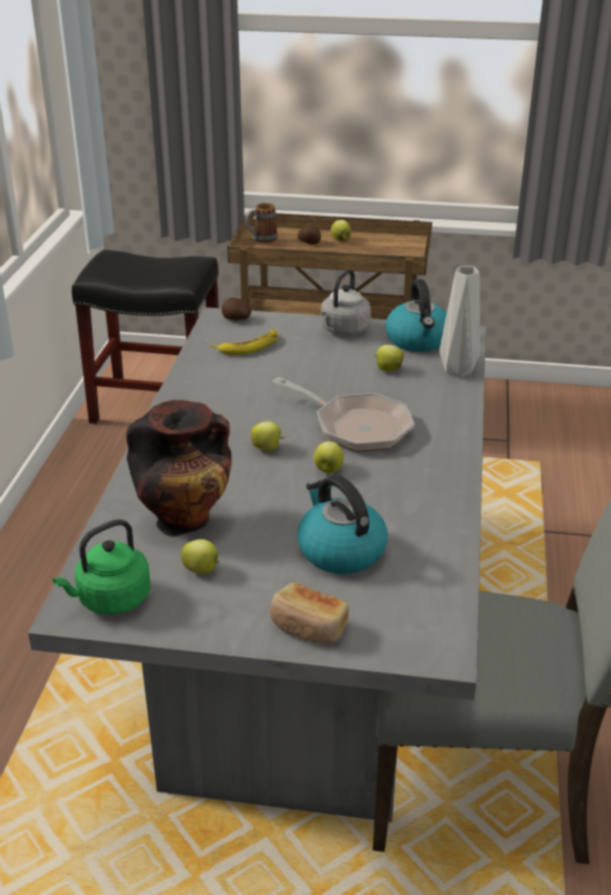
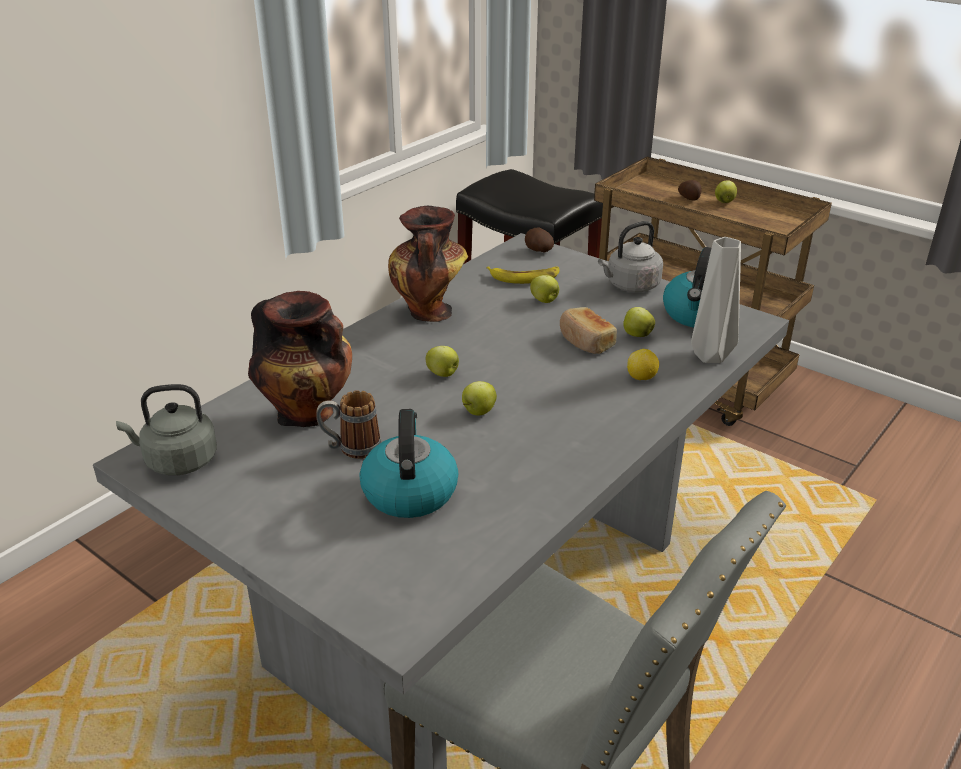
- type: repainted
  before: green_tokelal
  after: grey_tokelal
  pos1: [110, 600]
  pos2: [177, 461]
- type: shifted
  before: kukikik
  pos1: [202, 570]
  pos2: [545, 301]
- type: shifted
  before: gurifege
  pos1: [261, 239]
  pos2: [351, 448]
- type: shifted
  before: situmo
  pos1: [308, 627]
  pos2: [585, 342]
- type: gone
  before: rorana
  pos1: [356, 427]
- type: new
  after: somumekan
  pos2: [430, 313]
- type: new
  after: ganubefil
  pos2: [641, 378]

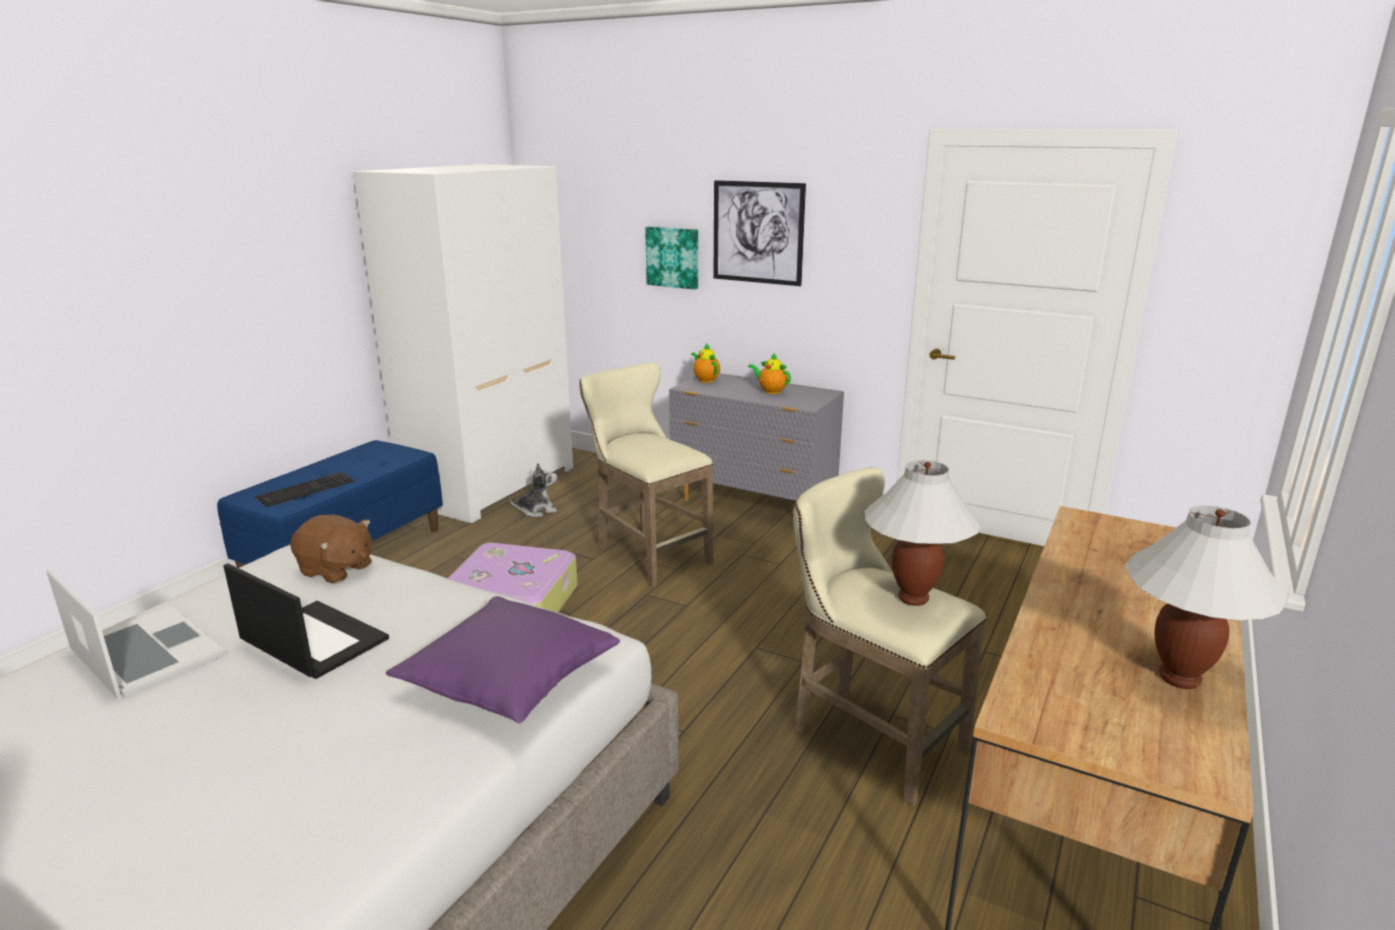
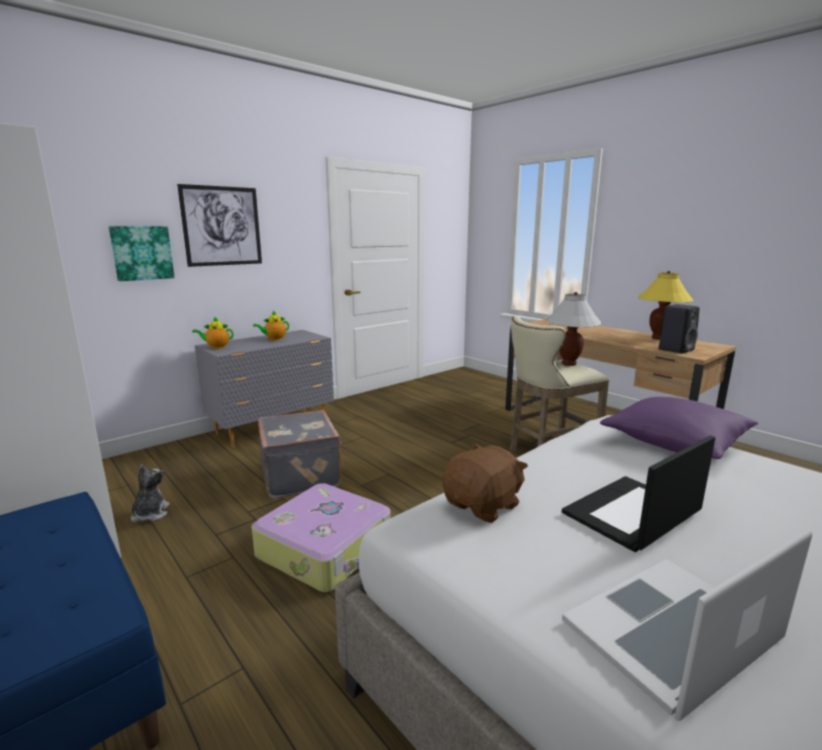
- type: gone
  before: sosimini
  pos1: [306, 489]
- type: swapped
  before: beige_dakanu
  after: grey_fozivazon
  pos1: [647, 554]
  pos2: [302, 475]
- type: repainted
  before: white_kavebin
  after: yellow_kavebin
  pos1: [1179, 679]
  pos2: [659, 338]
- type: new
  after: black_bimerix
  pos2: [676, 349]

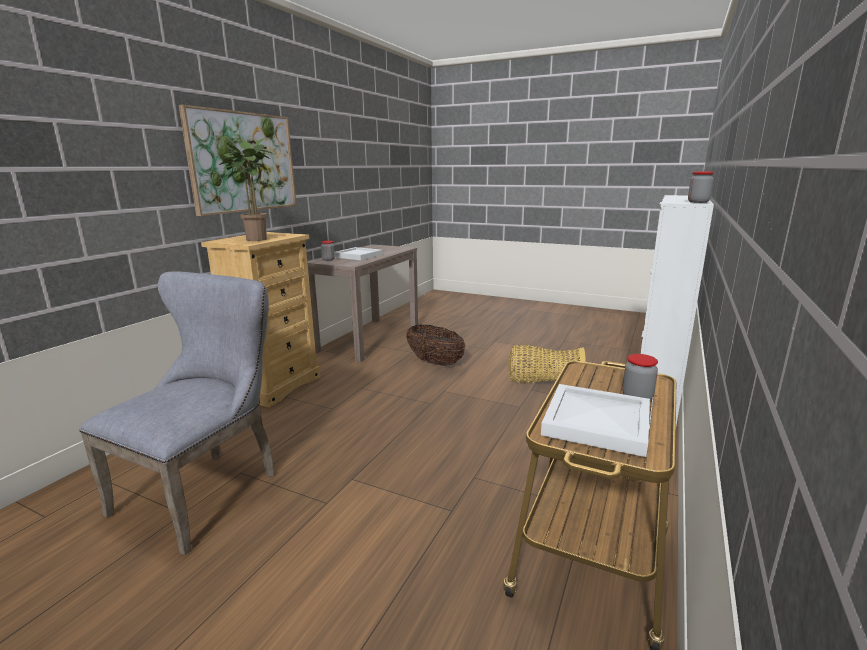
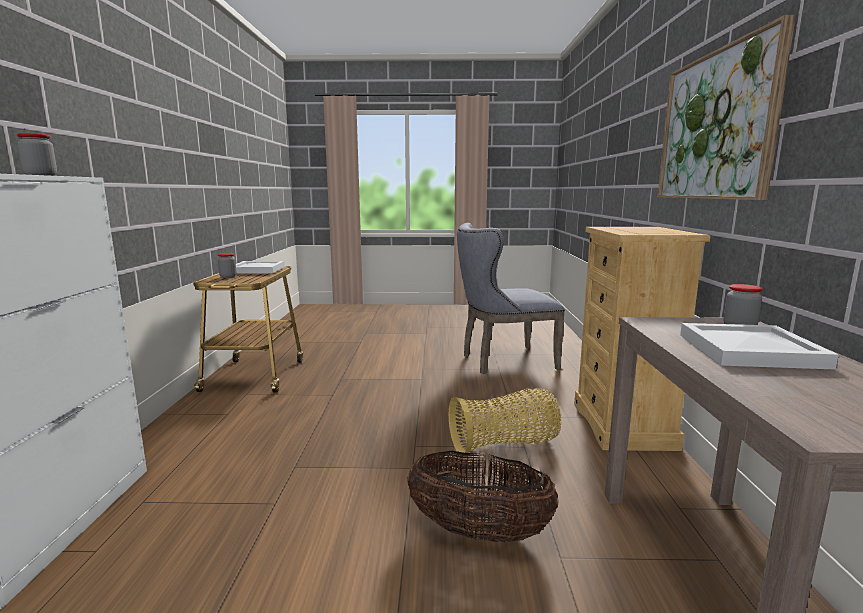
- type: rotated
  before: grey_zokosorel
  pos1: [207, 489]
  pos2: [502, 361]
  turn: 75
- type: gone
  before: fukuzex
  pos1: [255, 239]
- type: shifted
  before: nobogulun
  pos1: [543, 382]
  pos2: [505, 445]

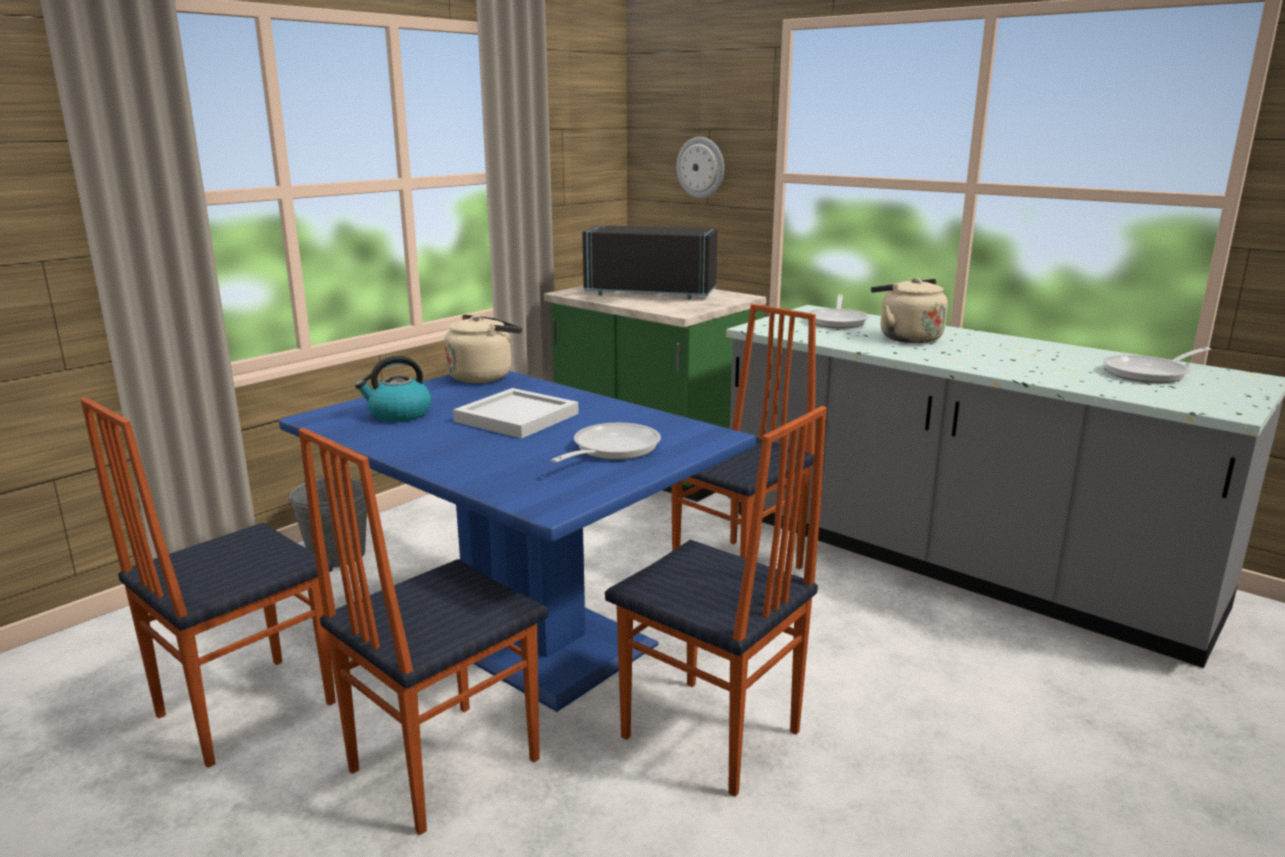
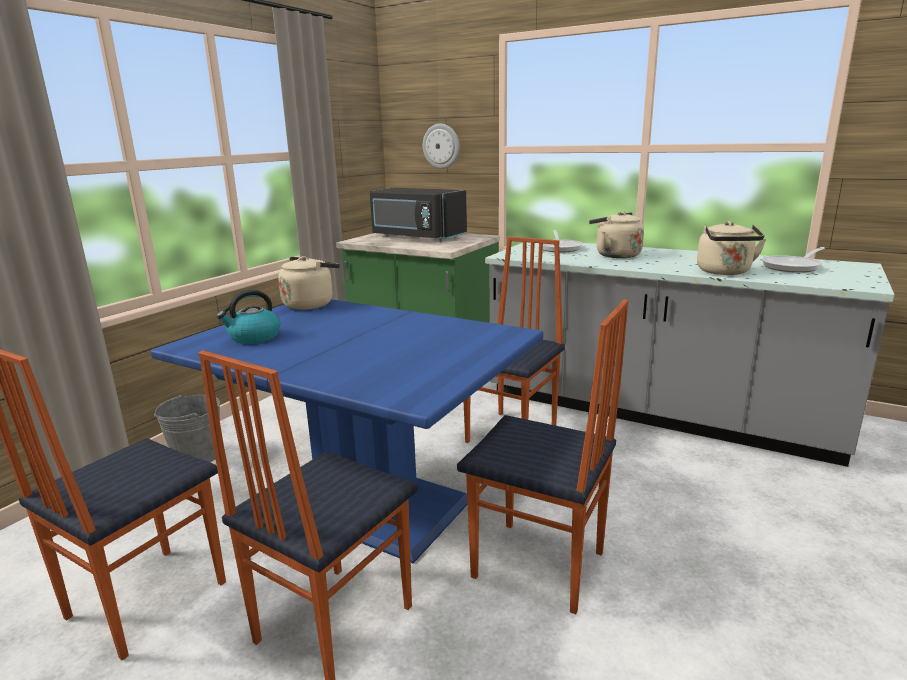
- type: gone
  before: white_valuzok
  pos1: [519, 417]
- type: gone
  before: rorana
  pos1: [611, 450]
- type: rotated
  before: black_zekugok
  pos1: [652, 292]
  pos2: [416, 237]
  turn: -150
- type: new
  after: beige_tokelal
  pos2: [725, 272]

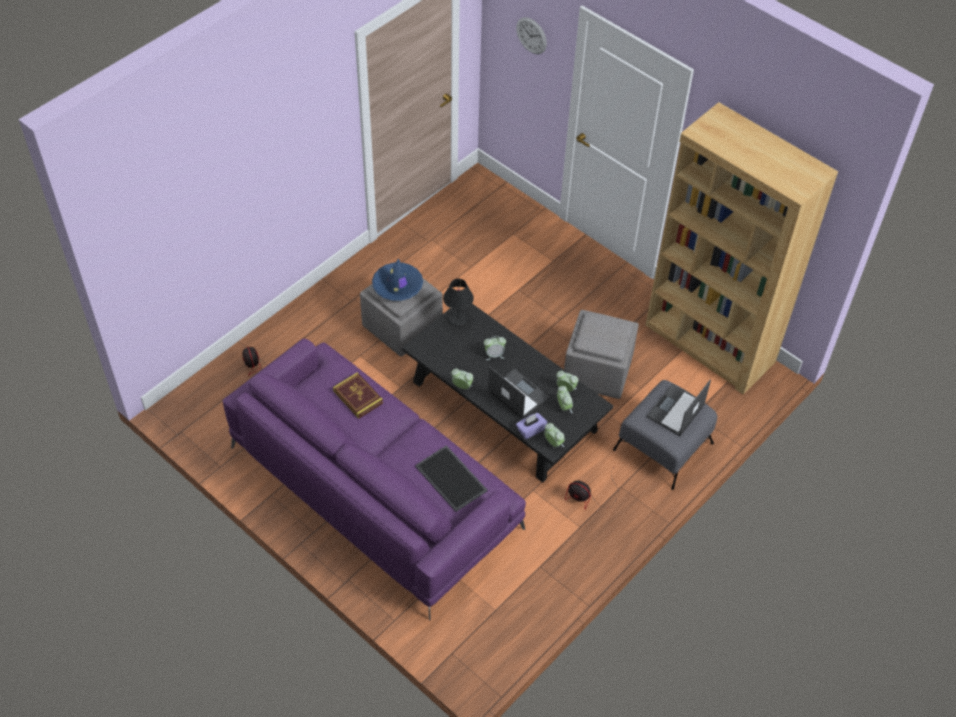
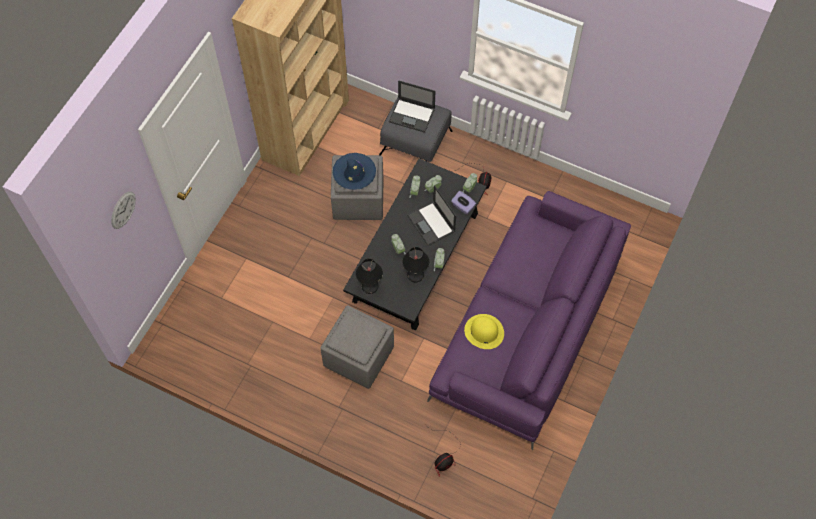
- type: swapped
  before: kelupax
  after: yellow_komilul
  pos1: [358, 397]
  pos2: [484, 331]
- type: shifted
  before: blue_komilul
  pos1: [397, 286]
  pos2: [354, 174]
- type: gone
  before: valuzok
  pos1: [452, 478]
- type: rotated
  before: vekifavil
  pos1: [517, 394]
  pos2: [431, 224]
  turn: -60
- type: new
  after: black_kavebin
  pos2: [415, 275]

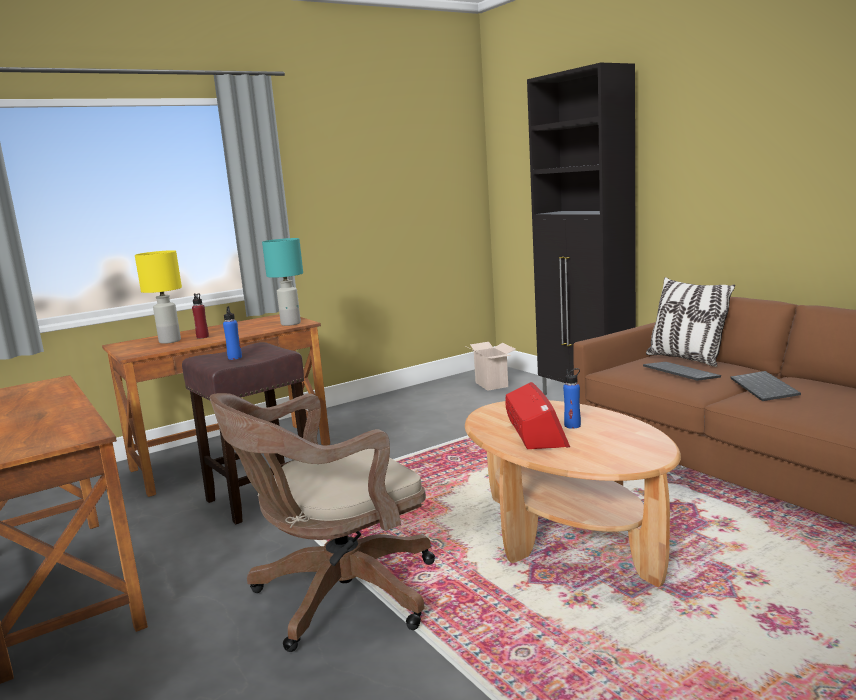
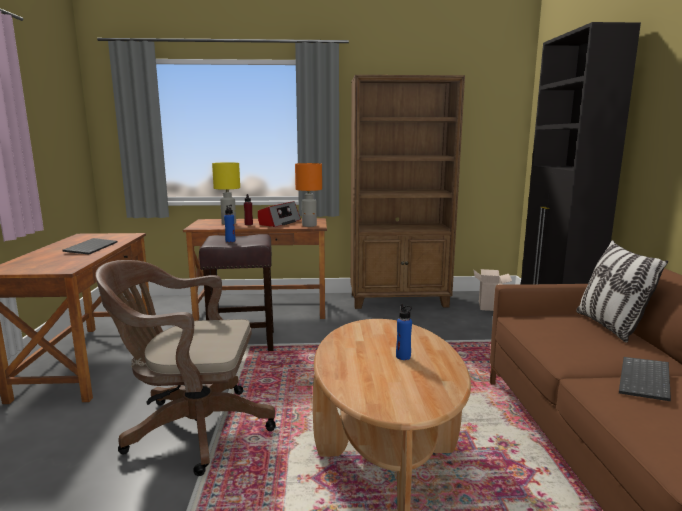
- type: repainted
  before: turquoise_kavebin
  after: orange_kavebin
  pos1: [291, 323]
  pos2: [309, 225]
- type: shifted
  before: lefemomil
  pos1: [535, 432]
  pos2: [279, 222]
- type: shifted
  before: sosimini
  pos1: [678, 373]
  pos2: [91, 247]
- type: new
  after: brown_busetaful
  pos2: [399, 300]

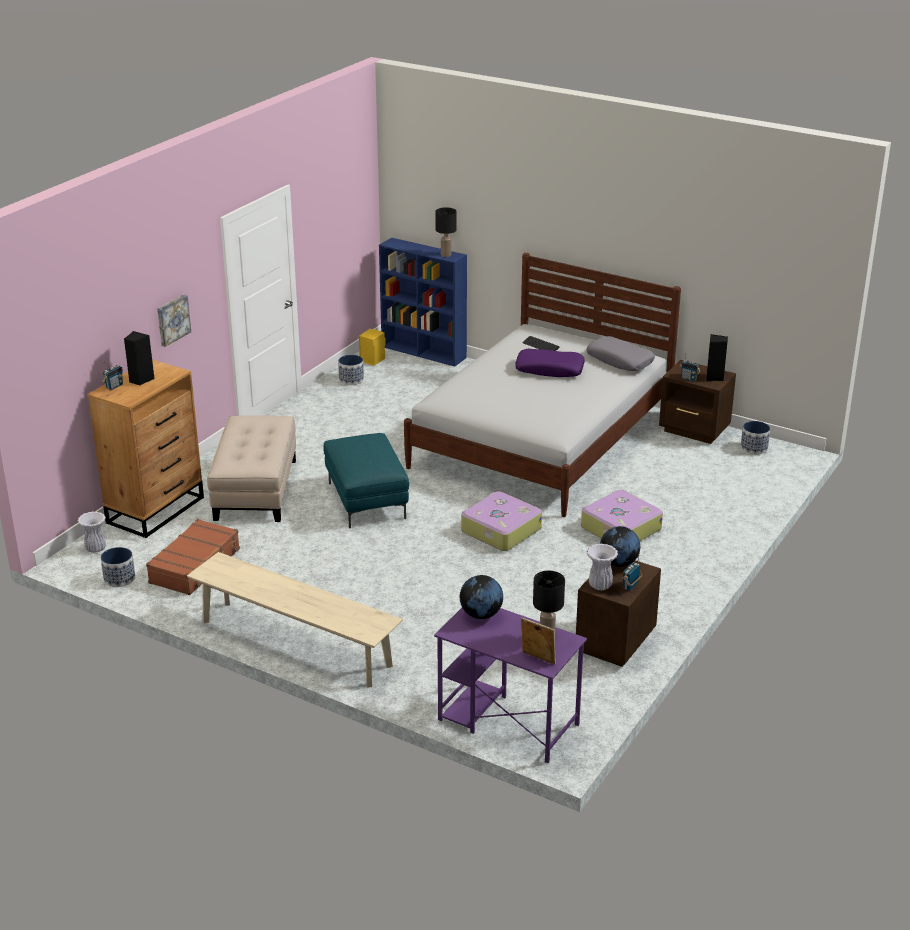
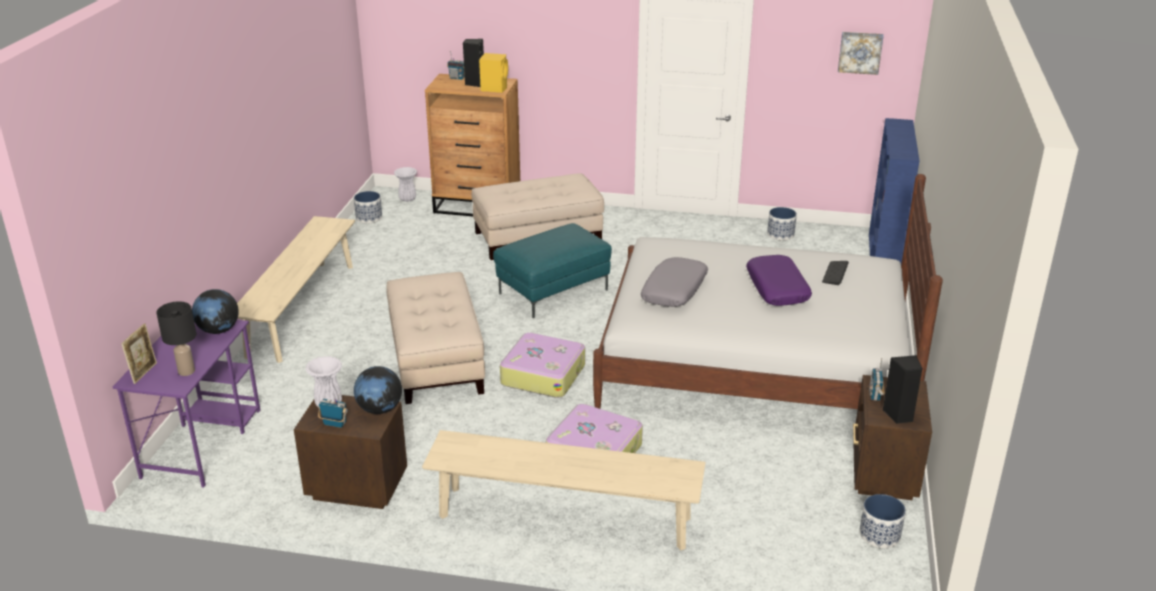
- type: gone
  before: brown_fozivazon
  pos1: [195, 566]
- type: shifted
  before: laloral
  pos1: [172, 319]
  pos2: [860, 52]
- type: shifted
  before: yellow_bimerix
  pos1: [371, 360]
  pos2: [494, 88]
- type: gone
  before: black_kavebin
  pos1: [446, 255]
- type: shifted
  before: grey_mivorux
  pos1: [620, 360]
  pos2: [675, 290]
- type: new
  after: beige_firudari
  pos2: [435, 360]
- type: new
  after: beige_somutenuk
  pos2: [564, 517]

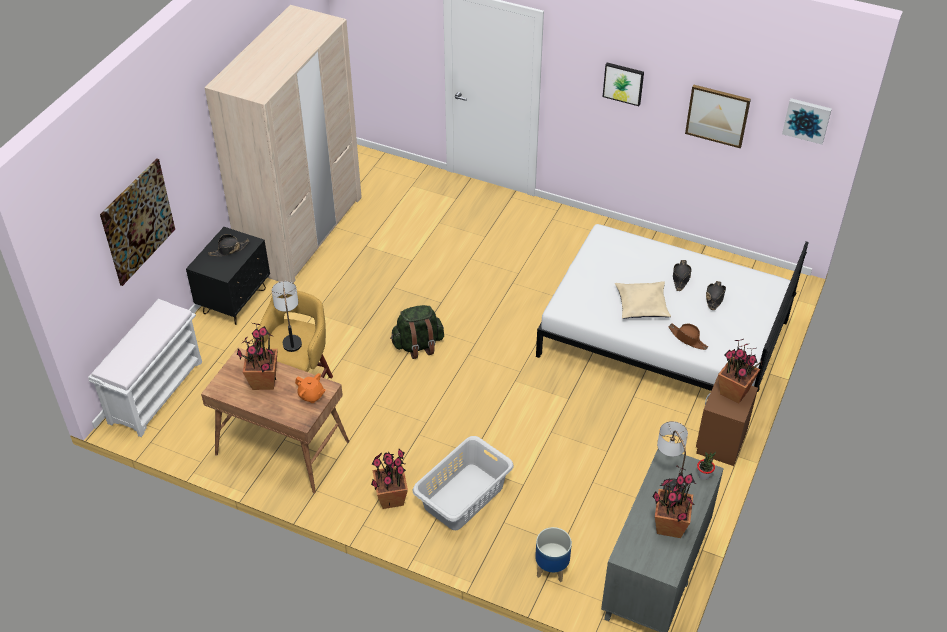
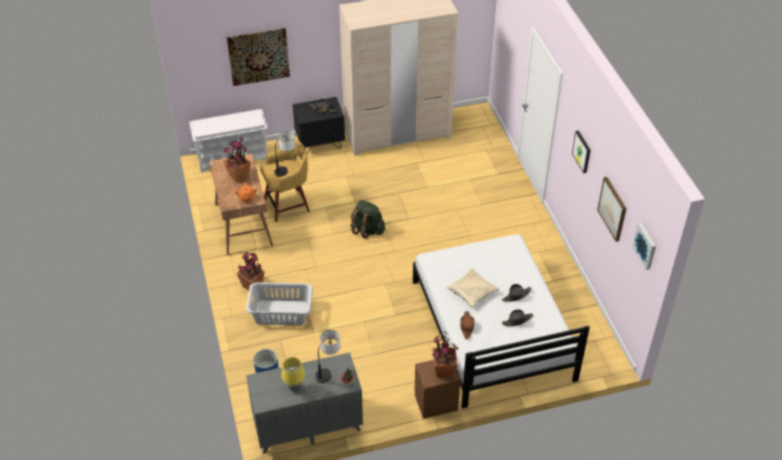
- type: swapped
  before: fukuzex
  after: yellow_kavebin
  pos1: [669, 526]
  pos2: [294, 388]

